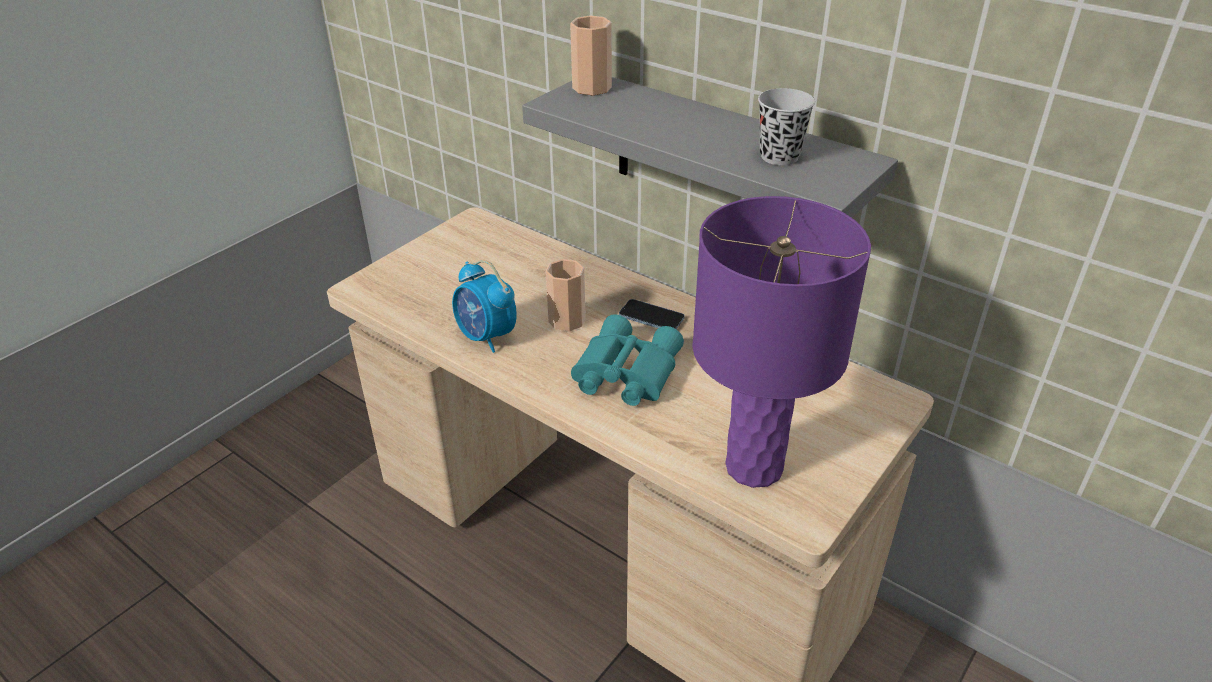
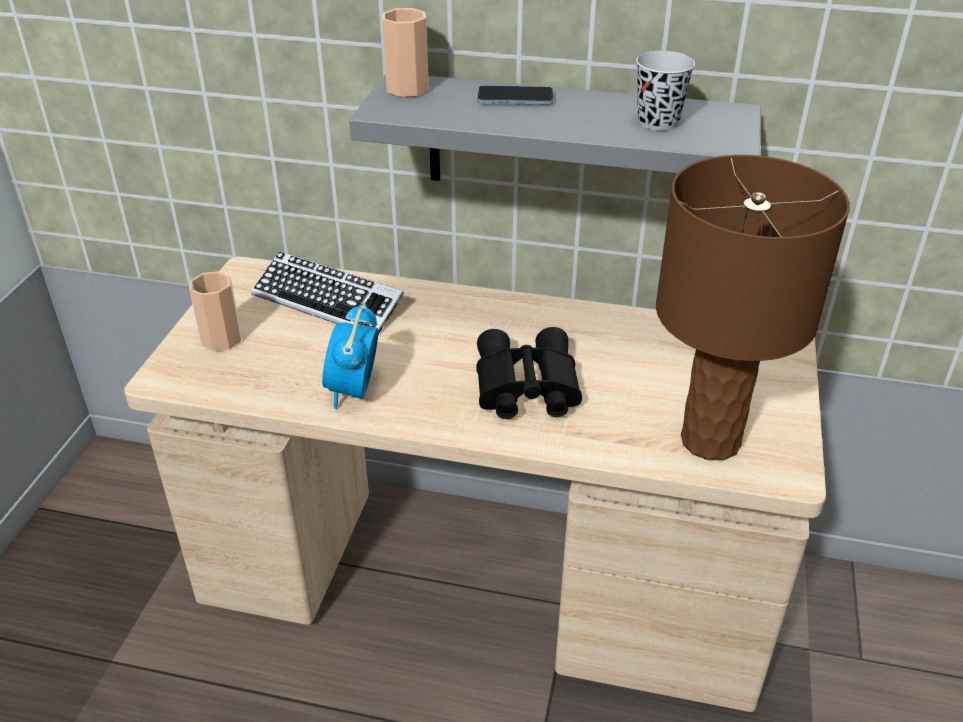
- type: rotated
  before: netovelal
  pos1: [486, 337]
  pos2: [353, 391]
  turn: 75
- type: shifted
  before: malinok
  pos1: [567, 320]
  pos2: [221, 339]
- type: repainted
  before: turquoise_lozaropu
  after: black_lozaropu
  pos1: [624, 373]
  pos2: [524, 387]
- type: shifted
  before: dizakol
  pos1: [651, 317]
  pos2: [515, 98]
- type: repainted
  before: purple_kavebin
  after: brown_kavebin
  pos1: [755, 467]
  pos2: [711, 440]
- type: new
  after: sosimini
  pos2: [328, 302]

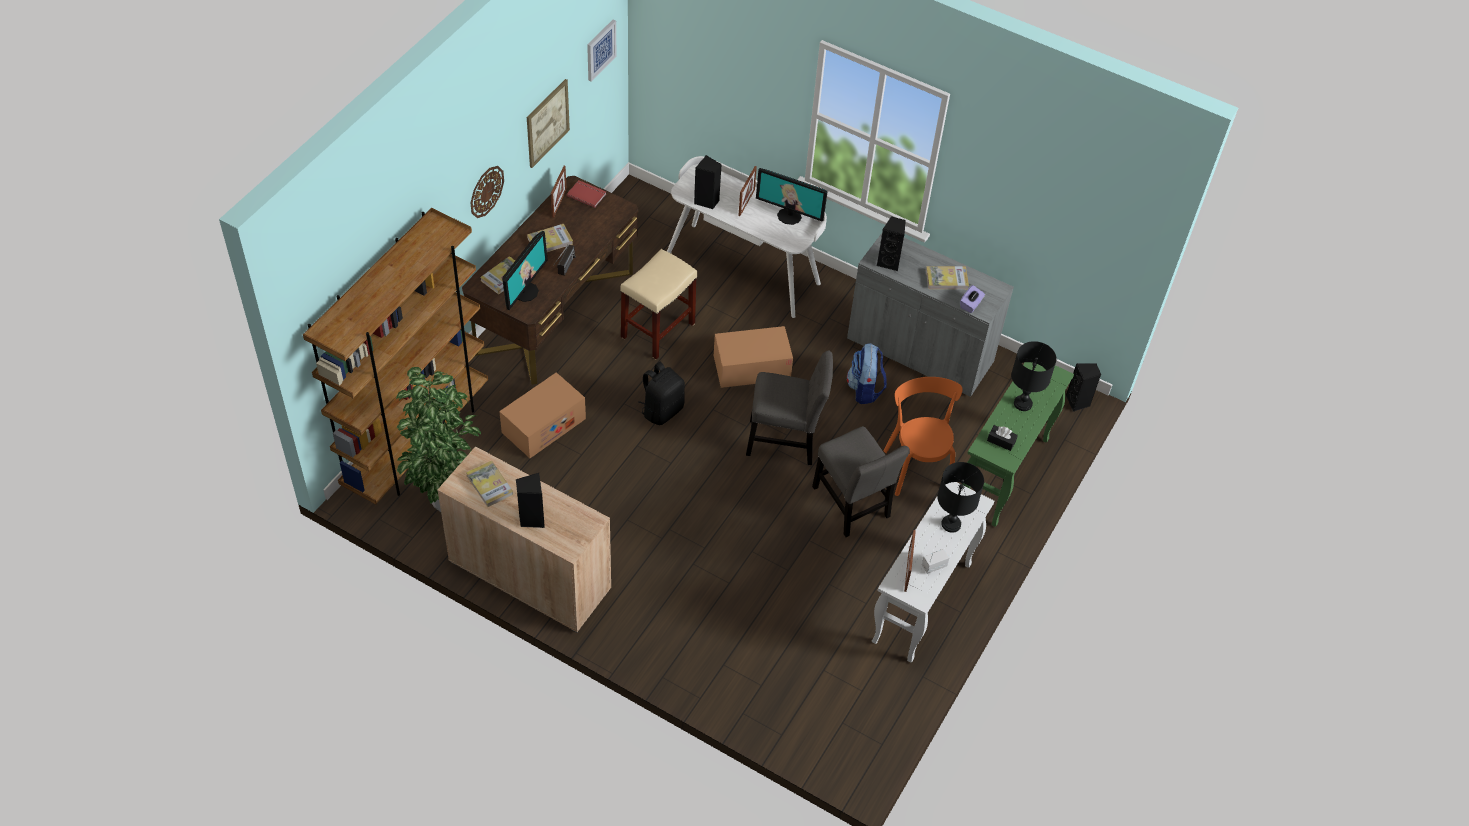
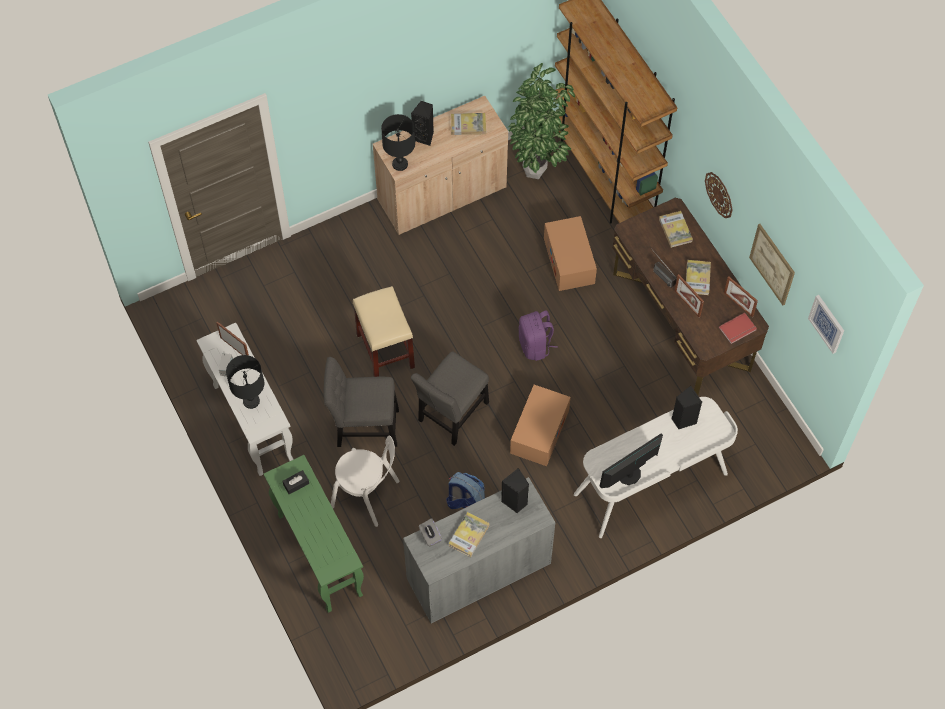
- type: gone
  before: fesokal
  pos1: [525, 292]
- type: shifted
  before: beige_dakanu
  pos1: [658, 331]
  pos2: [384, 350]
- type: repainted
  before: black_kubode
  after: purple_kubode
  pos1: [662, 410]
  pos2: [535, 345]
- type: shifted
  before: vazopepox
  pos1: [746, 202]
  pos2: [687, 303]
- type: repainted
  before: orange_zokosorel
  after: white_zokosorel
  pos1: [917, 466]
  pos2: [368, 495]
- type: repainted
  before: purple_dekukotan
  after: grey_dekukotan
  pos1: [971, 305]
  pos2: [430, 536]
- type: shifted
  before: black_kavebin
  pos1: [1022, 404]
  pos2: [400, 164]
- type: gone
  before: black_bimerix
  pos1: [1078, 402]

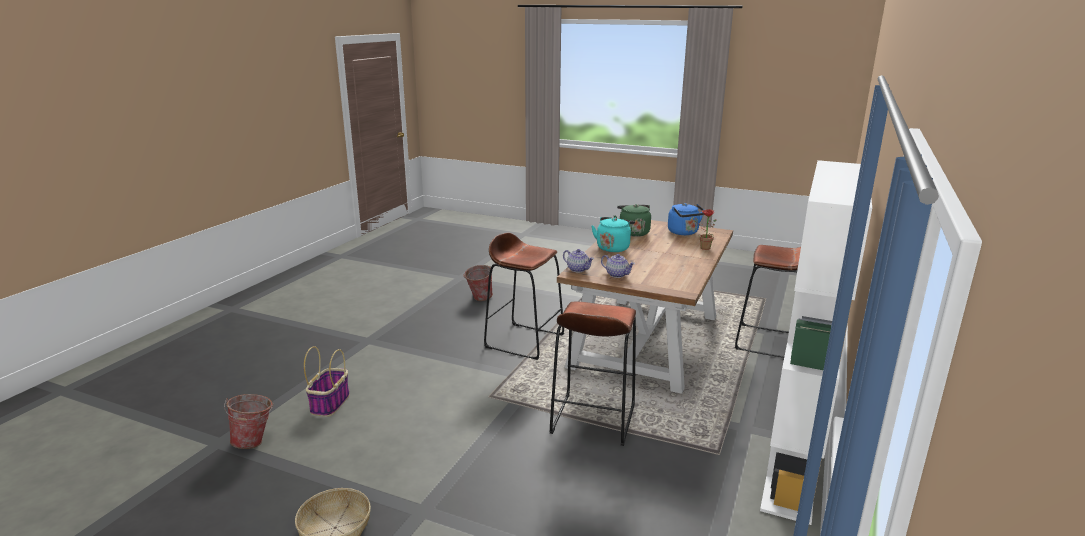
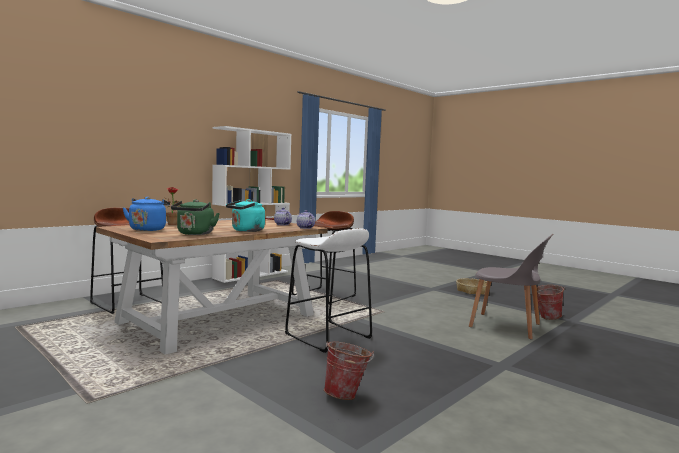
- type: swapped
  before: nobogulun
  after: grey_zokosorel
  pos1: [330, 403]
  pos2: [507, 326]
- type: repainted
  before: brown_dakanu
  after: white_dakanu
  pos1: [524, 341]
  pos2: [328, 336]

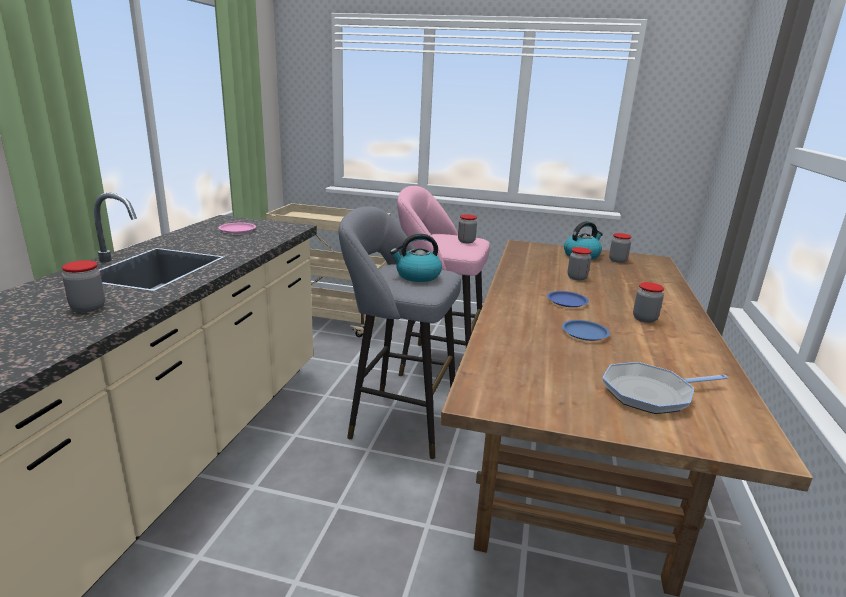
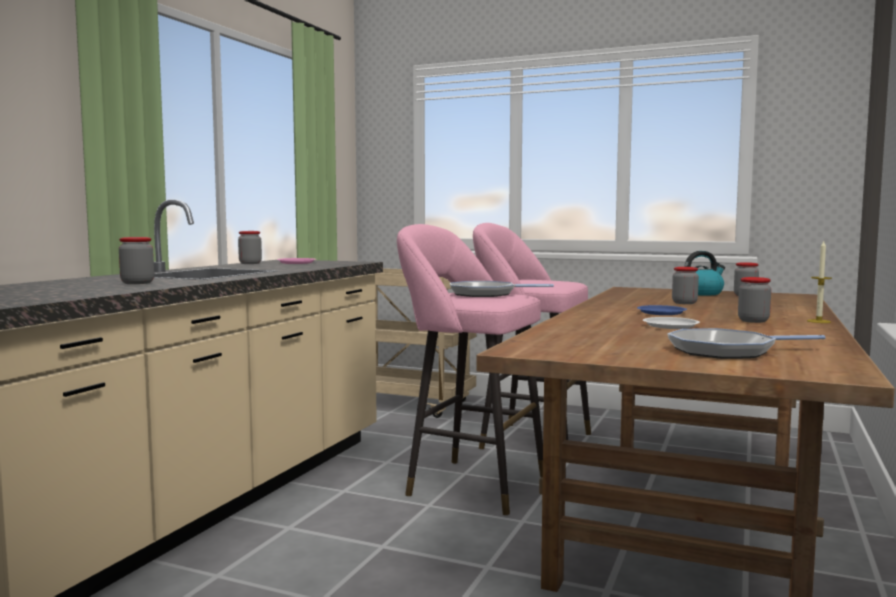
- type: repainted
  before: grey_dakanu
  after: pink_dakanu
  pos1: [397, 421]
  pos2: [469, 484]
- type: swapped
  before: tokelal
  after: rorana
  pos1: [417, 276]
  pos2: [486, 294]
- type: shifted
  before: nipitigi
  pos1: [466, 241]
  pos2: [250, 263]
- type: repainted
  before: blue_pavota
  after: white_pavota
  pos1: [584, 333]
  pos2: [670, 326]
- type: new
  after: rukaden
  pos2: [818, 321]

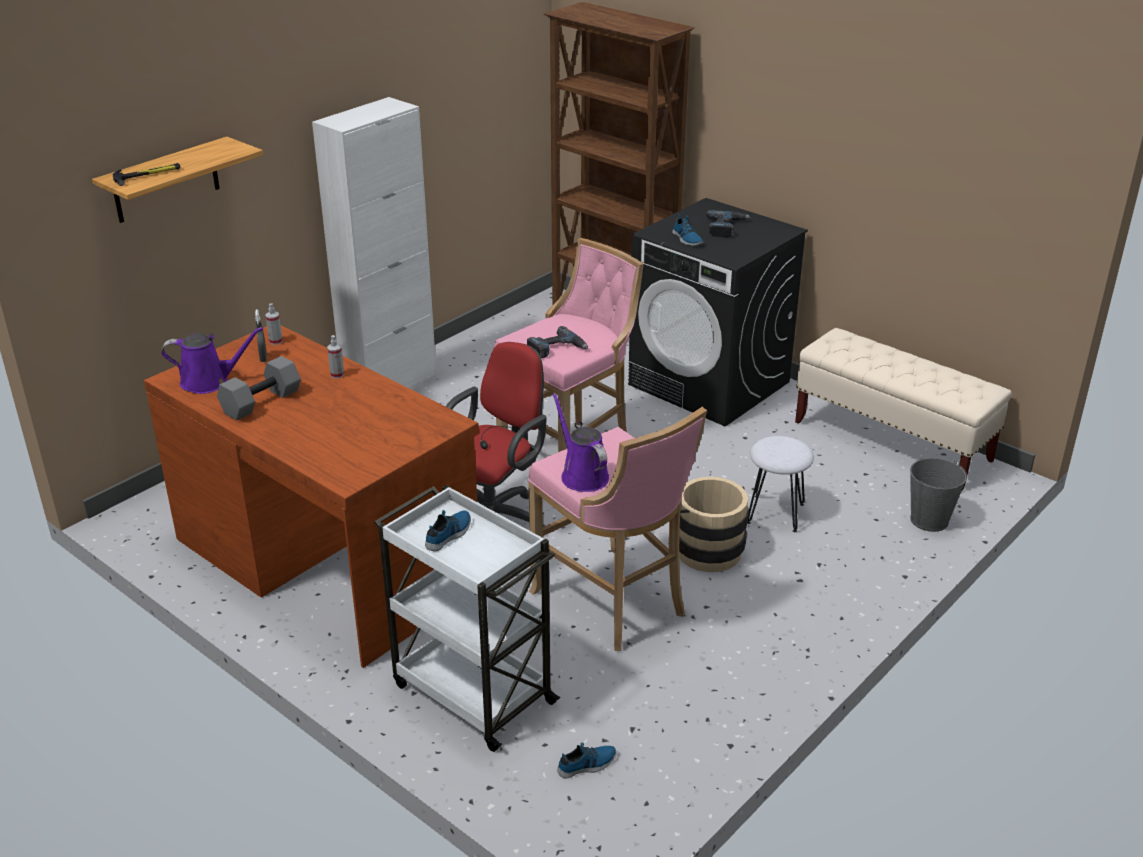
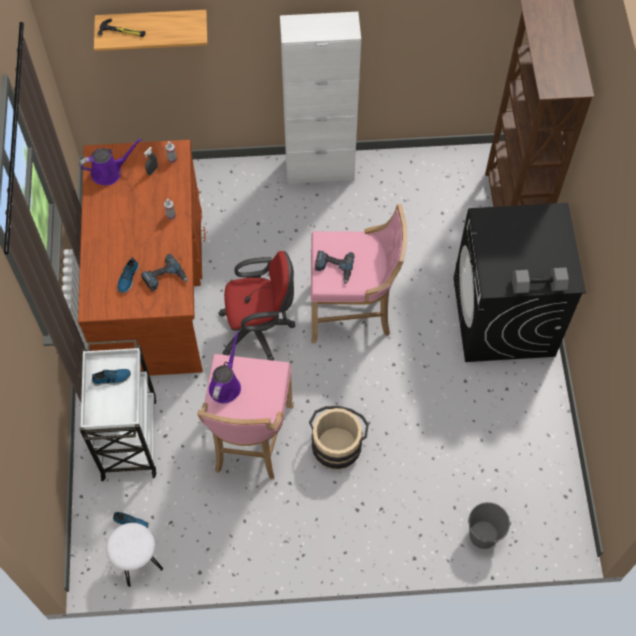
- type: rotated
  before: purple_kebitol
  pos1: [209, 382]
  pos2: [109, 172]
  turn: -60
- type: shifted
  before: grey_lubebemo
  pos1: [261, 403]
  pos2: [537, 287]
- type: shifted
  before: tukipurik
  pos1: [686, 239]
  pos2: [127, 278]
- type: shifted
  before: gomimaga
  pos1: [726, 228]
  pos2: [165, 278]
- type: shifted
  before: white_dakanu
  pos1: [776, 513]
  pos2: [138, 562]
- type: gone
  before: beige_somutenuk
  pos1: [892, 442]

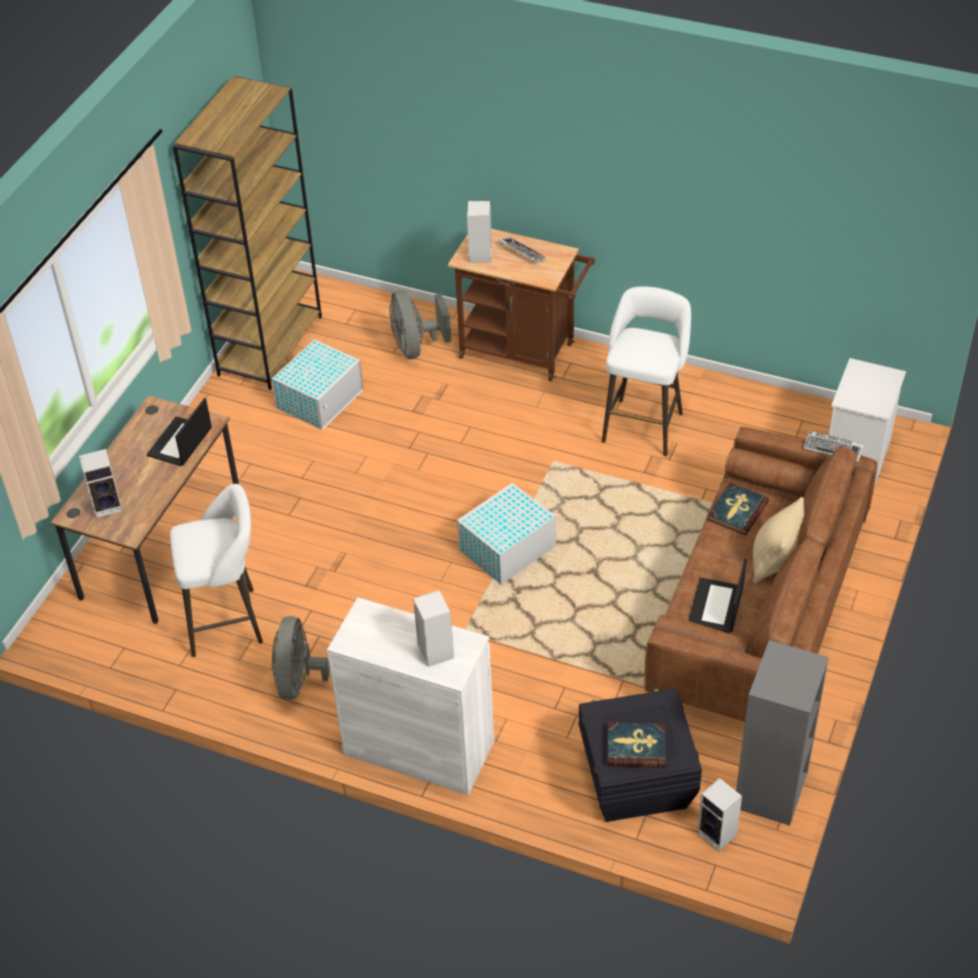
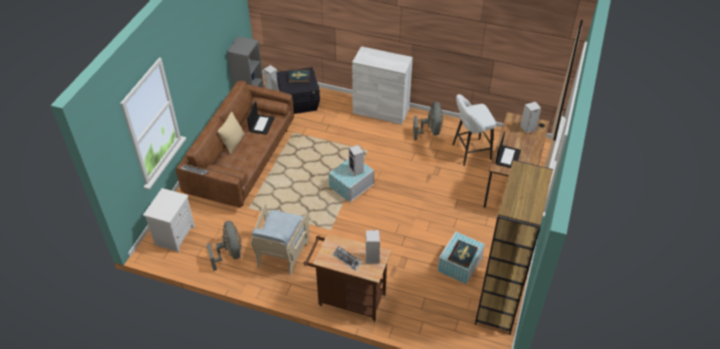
- type: shifted
  before: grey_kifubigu
  pos1: [416, 347]
  pos2: [230, 254]
- type: shifted
  before: bimerix
  pos1: [434, 650]
  pos2: [356, 170]
- type: swapped
  before: white_dakanu
  after: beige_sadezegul
  pos1: [644, 424]
  pos2: [282, 252]
- type: shifted
  before: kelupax
  pos1: [737, 511]
  pos2: [463, 255]

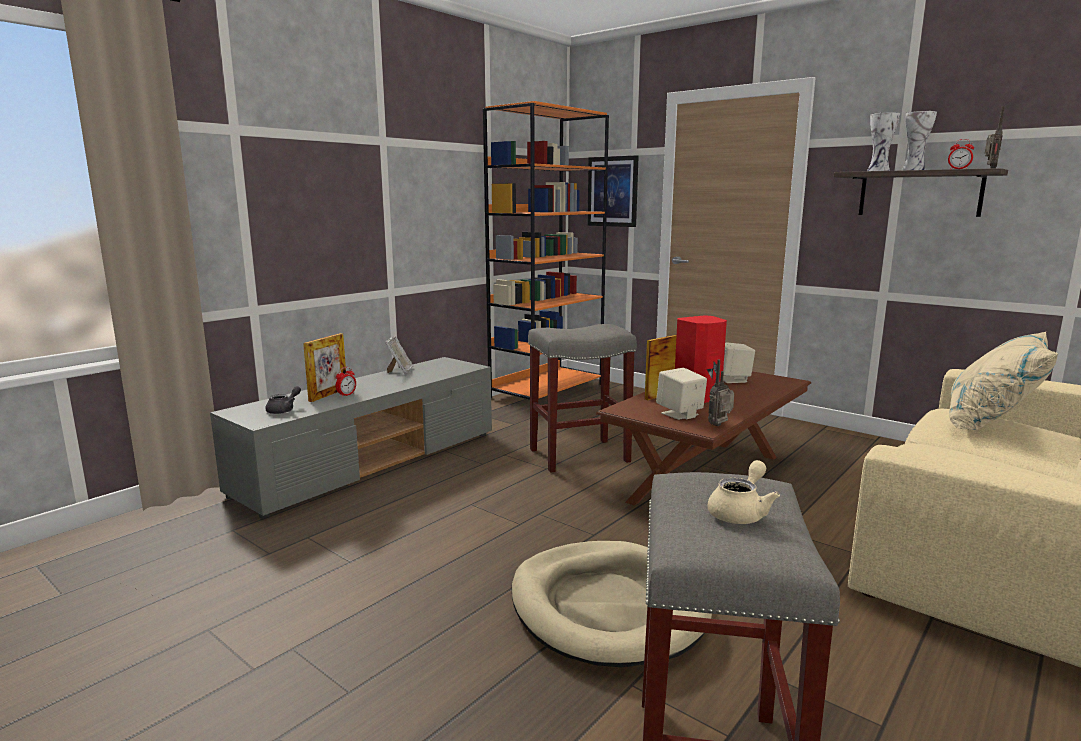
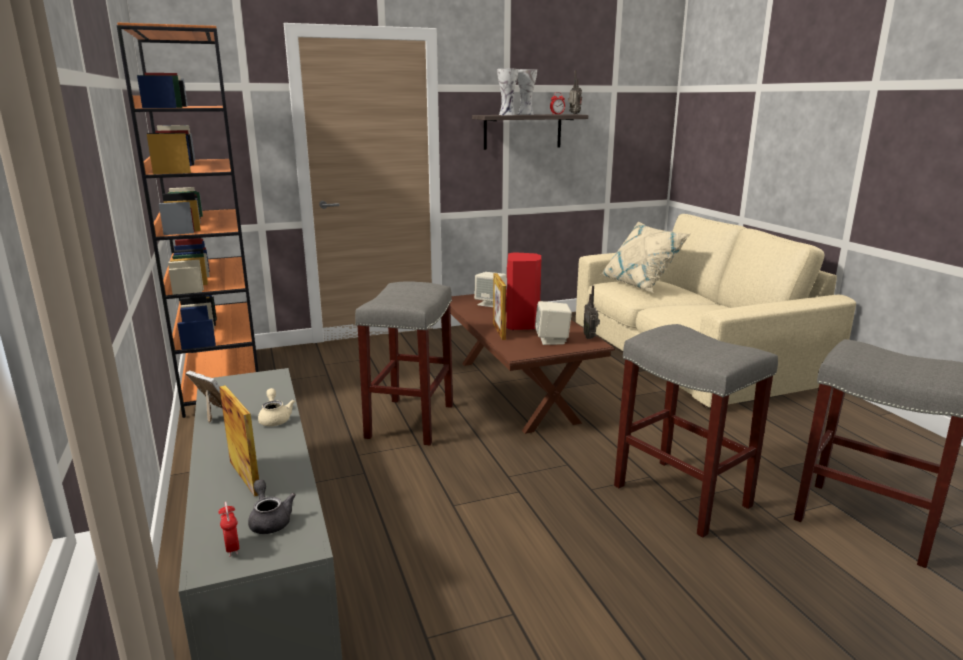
- type: shifted
  before: netovelal
  pos1: [346, 395]
  pos2: [232, 548]
- type: swapped
  before: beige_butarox
  after: grey_dakanu
  pos1: [607, 607]
  pos2: [679, 495]
- type: gone
  before: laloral
  pos1: [612, 191]
- type: shifted
  before: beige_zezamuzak
  pos1: [741, 512]
  pos2: [275, 418]

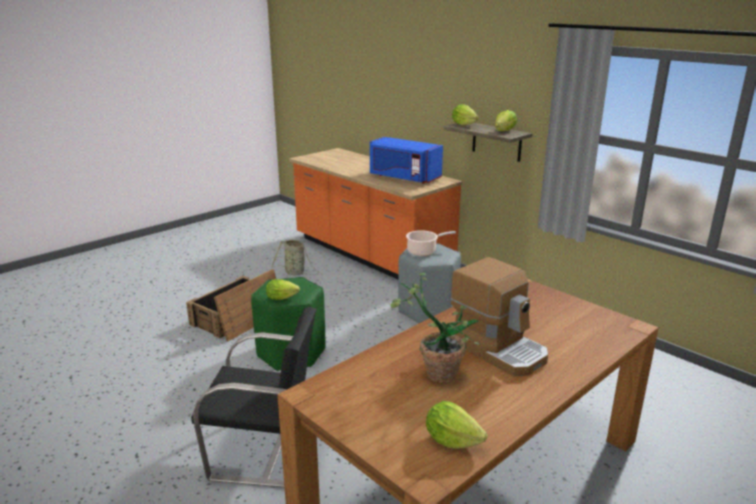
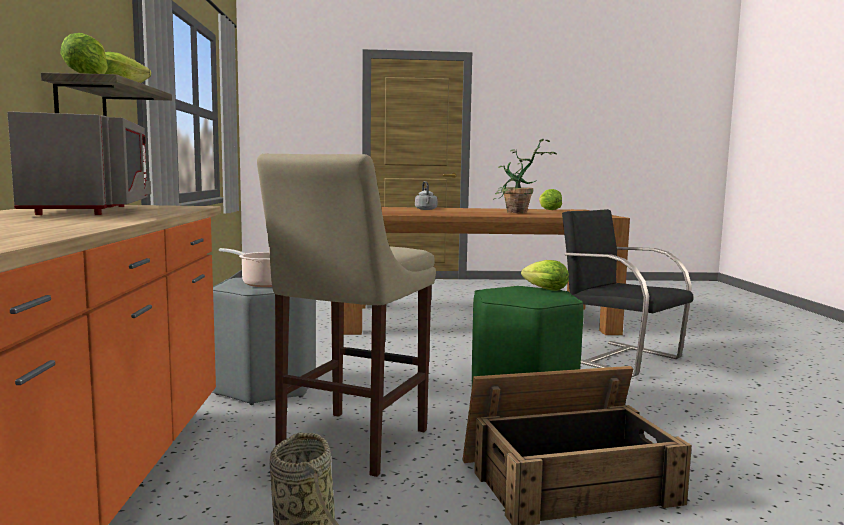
- type: repainted
  before: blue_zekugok
  after: grey_zekugok
  pos1: [403, 177]
  pos2: [91, 210]
- type: gone
  before: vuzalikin
  pos1: [499, 349]
- type: new
  after: beige_dakanu
  pos2: [349, 444]
- type: new
  after: grey_tokelal
  pos2: [426, 209]

